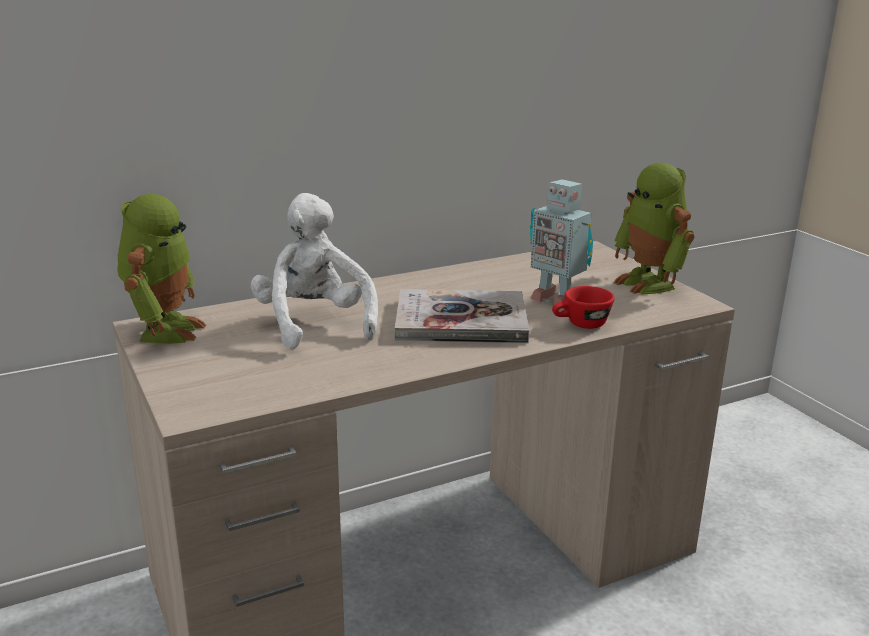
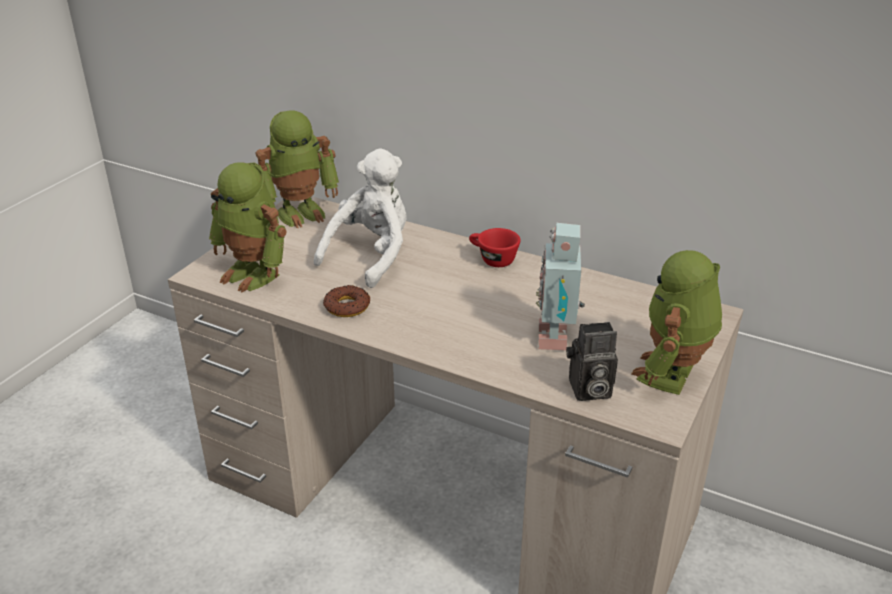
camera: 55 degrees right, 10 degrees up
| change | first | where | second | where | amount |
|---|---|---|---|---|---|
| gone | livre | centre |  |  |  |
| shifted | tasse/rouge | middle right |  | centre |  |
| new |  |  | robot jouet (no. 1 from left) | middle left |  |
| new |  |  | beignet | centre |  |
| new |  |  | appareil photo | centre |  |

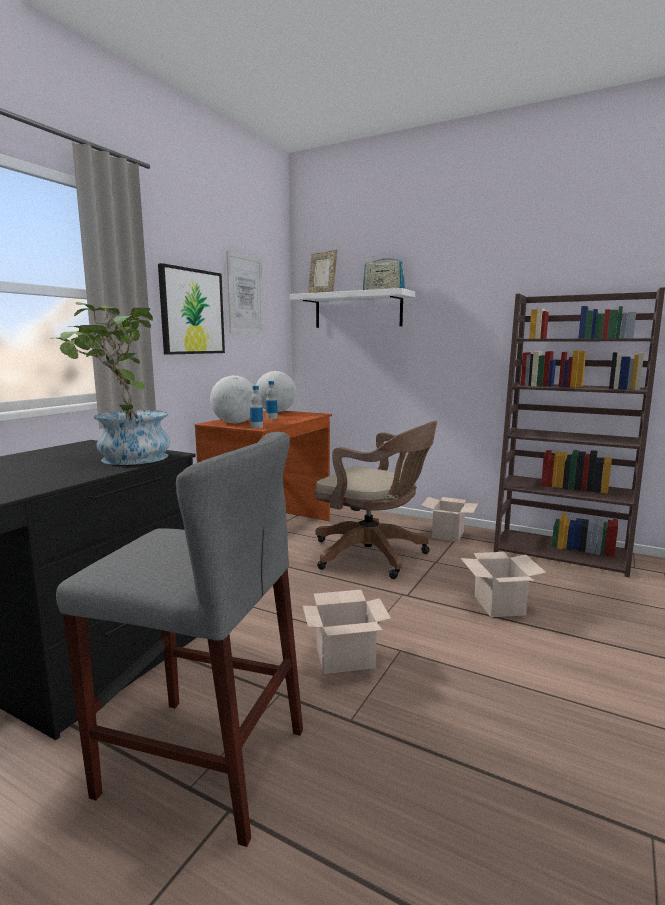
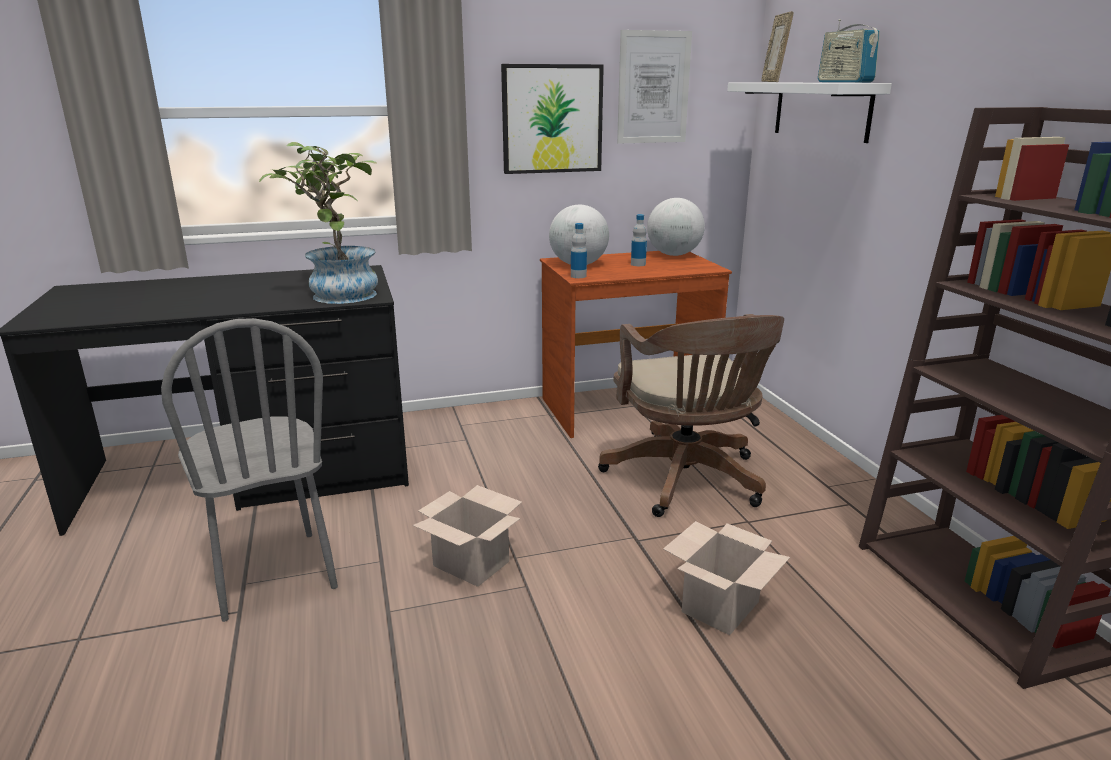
camera: 45 degrees right, 10 degrees up
| change | first | where | second | where | amount |
|---|---|---|---|---|---|
| swapped | tabouret/gris | bottom left | chaise/gris | middle left |  |
| gone | carton (no. 2 from left) | middle right |  |  |  |

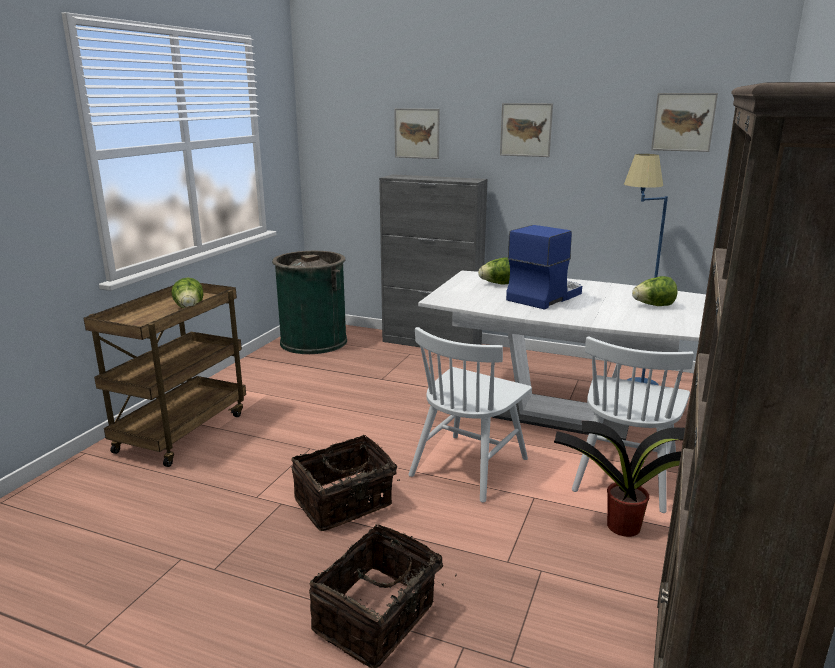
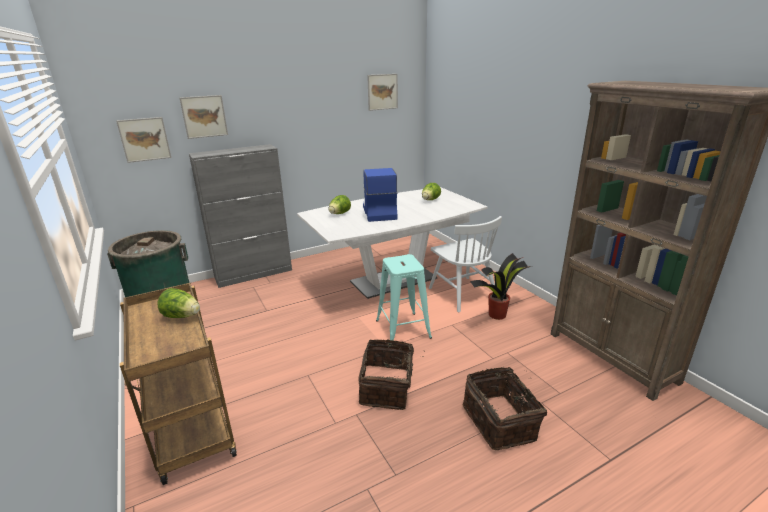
camera: 50 degrees left, 5 degrees up
| change | first | where | second | where | amount |
|---|---|---|---|---|---|
| swapped | chaise/blanc (no. 1 from left) | centre | tabouret/turquoise | centre |  |
| shifted | tableau (no. 2 from left in the first image) | top centre | tableau (no. 1 from left) | top left |  |
| gone | lampadaire/bleu | middle right |  |  |  |

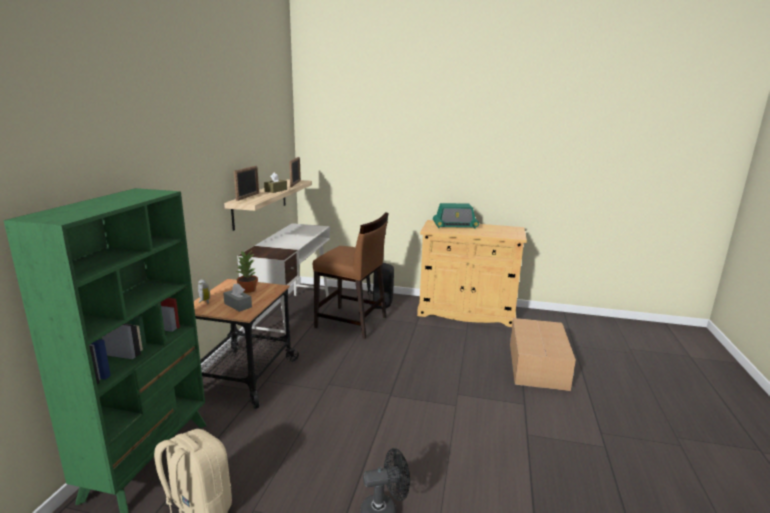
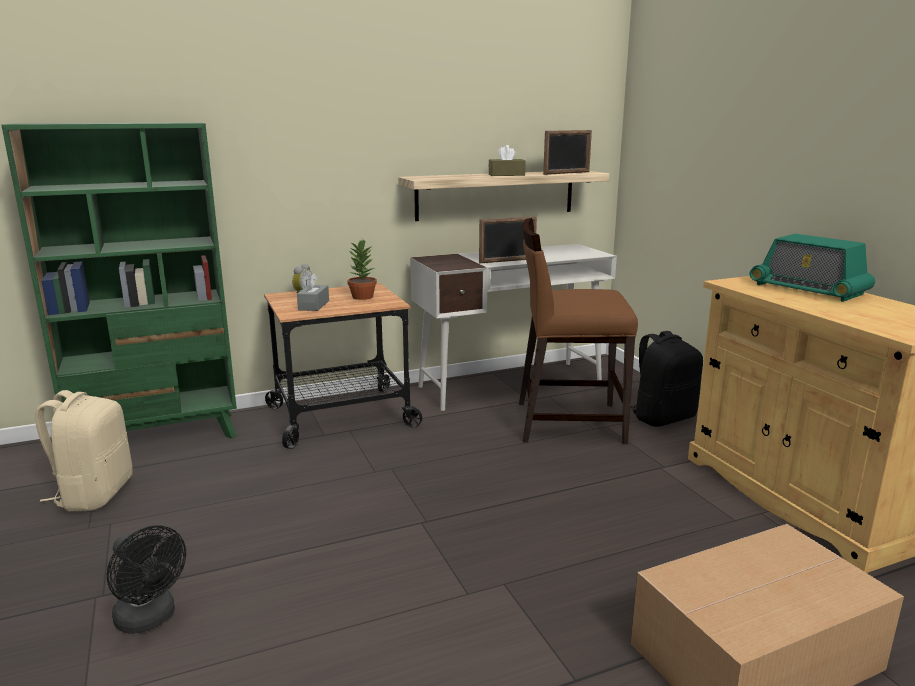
camera: 55 degrees right, 0 degrees up
| change | first | where | second | where | amount |
|---|---|---|---|---|---|
| shifted | cadre photo (no. 1 from left) | middle left |  | centre |  |
| rotated | chaise/marron | centre |  | centre | 105 degrees clockwise |

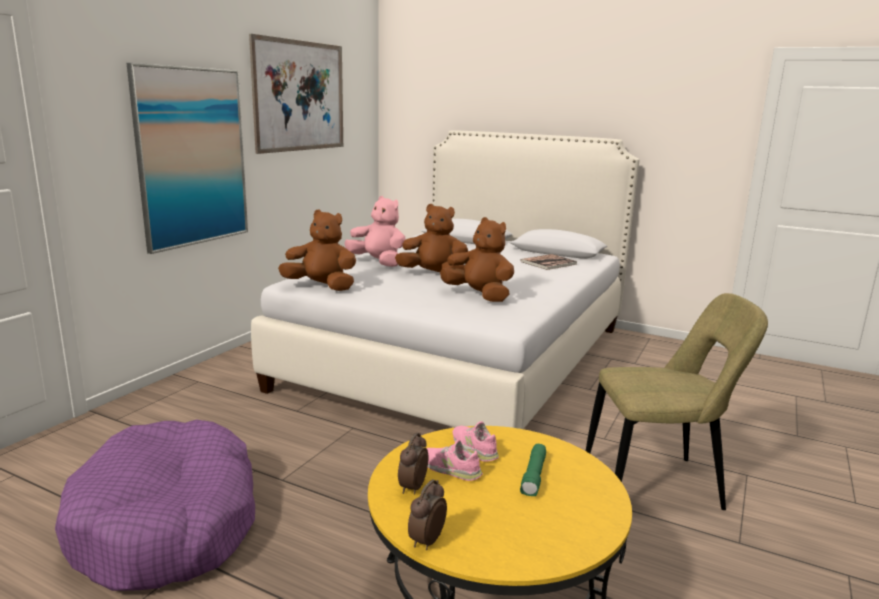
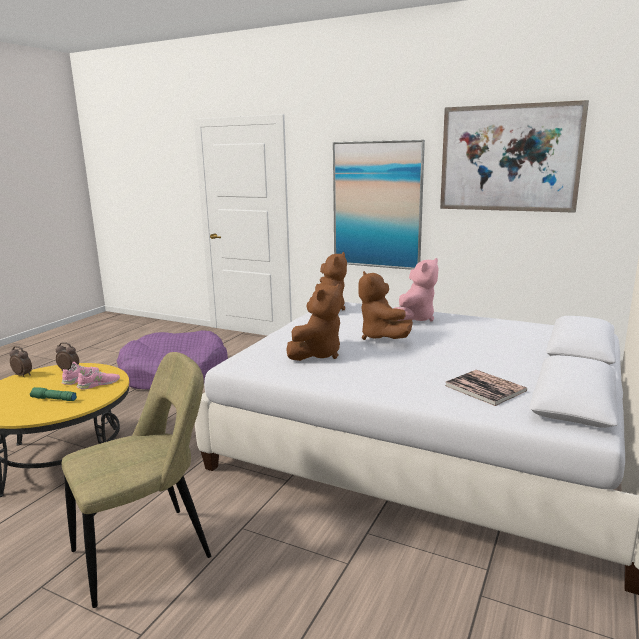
camera: 90 degrees right, 0 degrees up
| change | first | where | second | where | amount |
|---|---|---|---|---|---|
| rotated | peluche/marron (no. 2 from left in the first image) | centre | peluche/marron (no. 3 from left) | centre | 150 degrees clockwise |
| rotated | chaise/beige | bottom right |  | bottom left | 120 degrees counterclockwise |

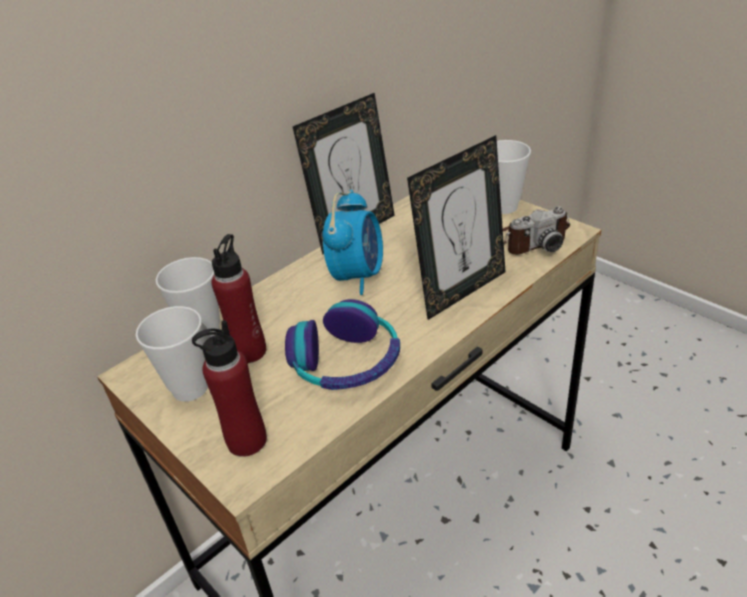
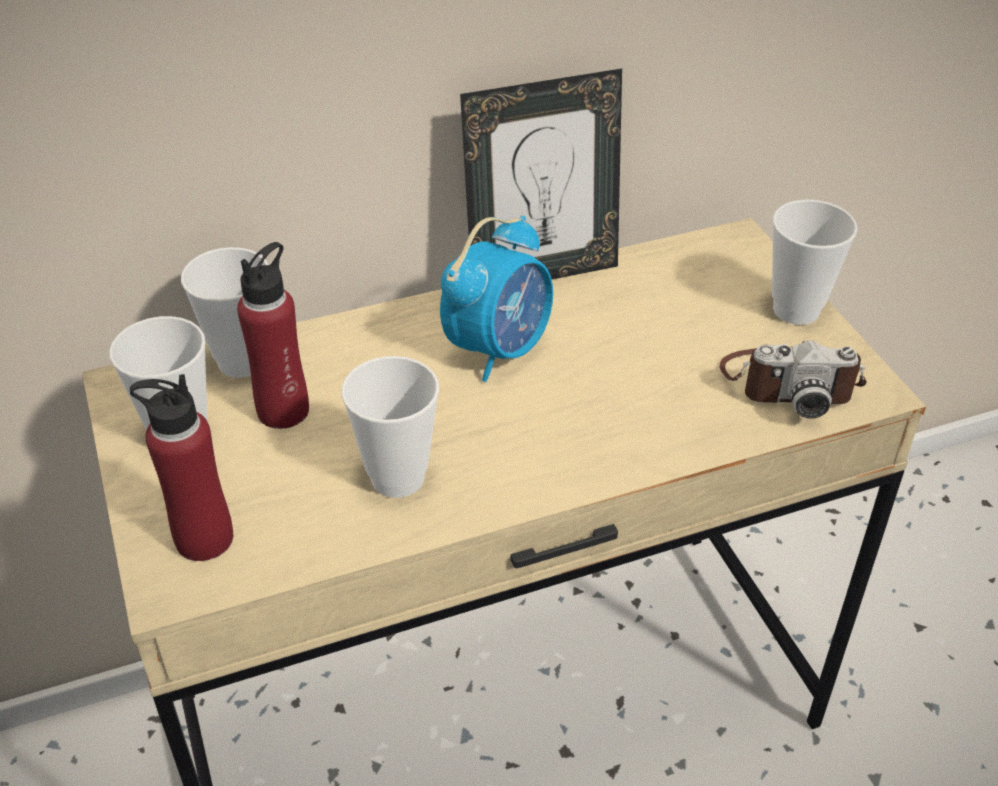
camera: 20 degrees right, 5 degrees up
| change | first | where | second | where | amount |
|---|---|---|---|---|---|
| swapped | casque audio | centre | tasse (no. 3 from left) | centre |  |
| gone | cadre photo (no. 2 from left) | centre |  |  |  |

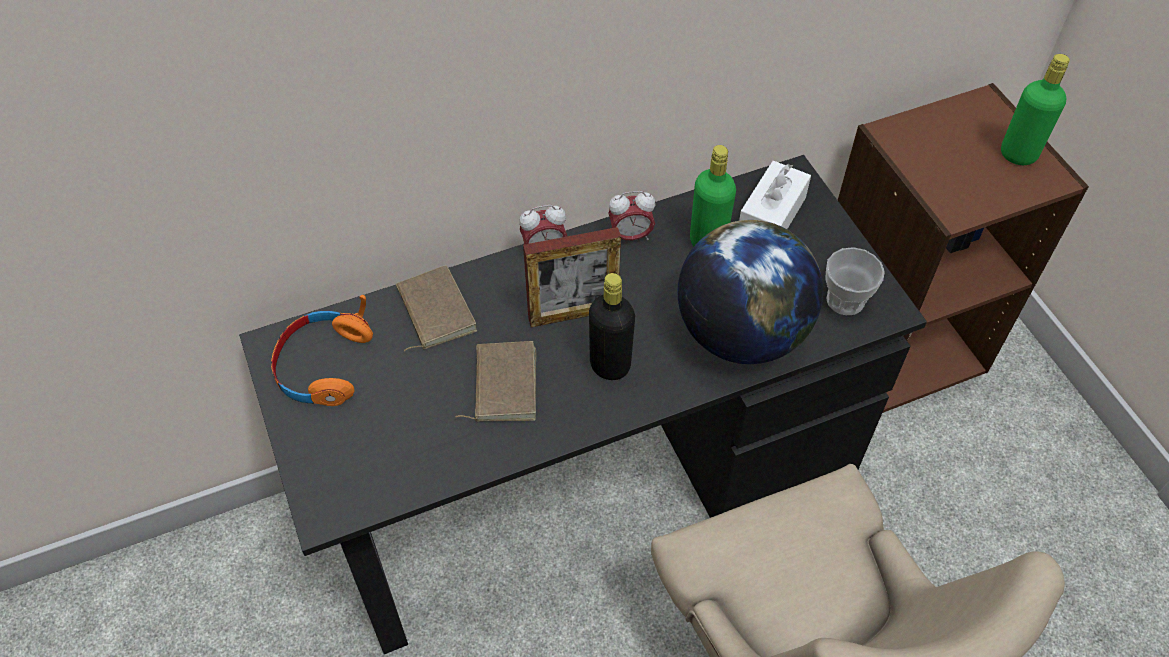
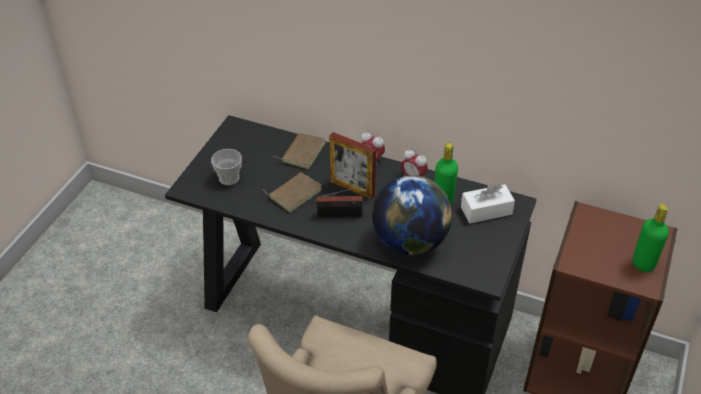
camera: 45 degrees right, 10 degrees down
| change | first | where | second | where | amount |
|---|---|---|---|---|---|
| gone | casque audio/orange | middle left |  |  |  |
| swapped | bouteille/noir | centre | radio | centre |  |
| shifted | tasse | middle right |  | middle left |  |

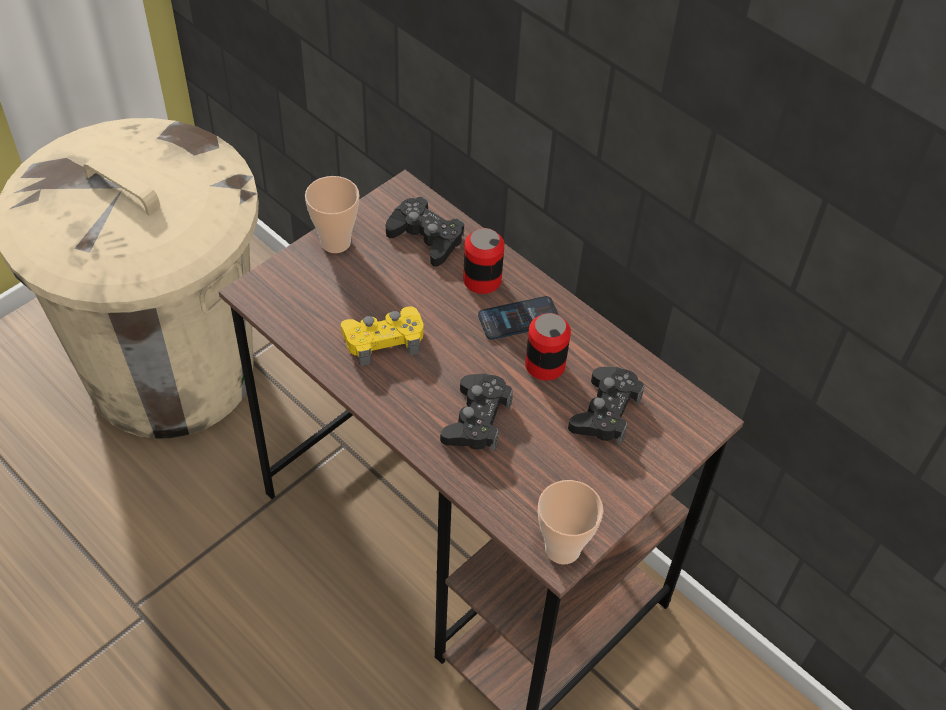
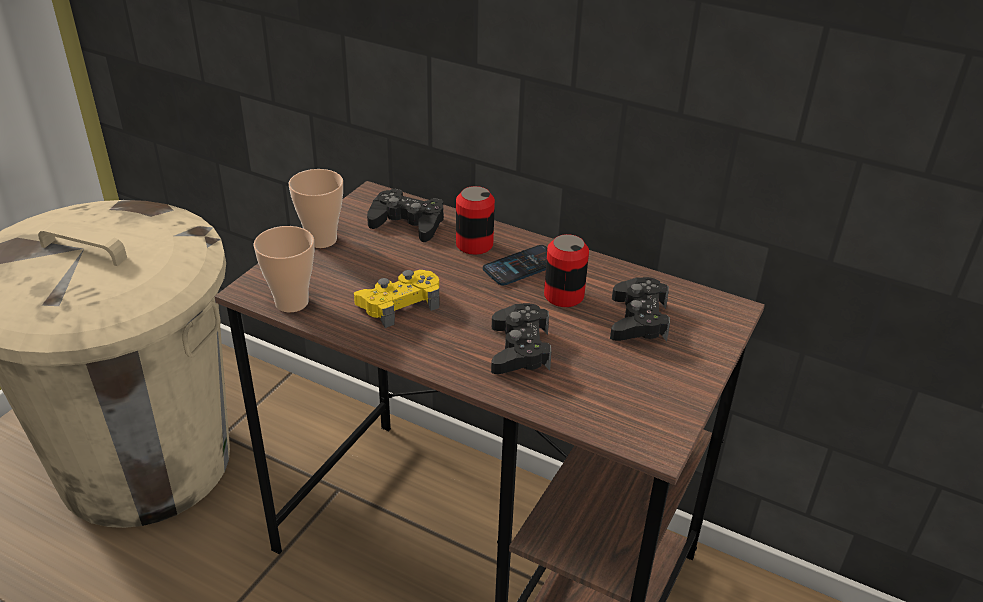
camera: 15 degrees left, 15 degrees down
| change | first | where | second | where | amount |
|---|---|---|---|---|---|
| shifted | tasse (no. 2 from left in the first image) | bottom centre | tasse (no. 1 from left) | middle left |  |

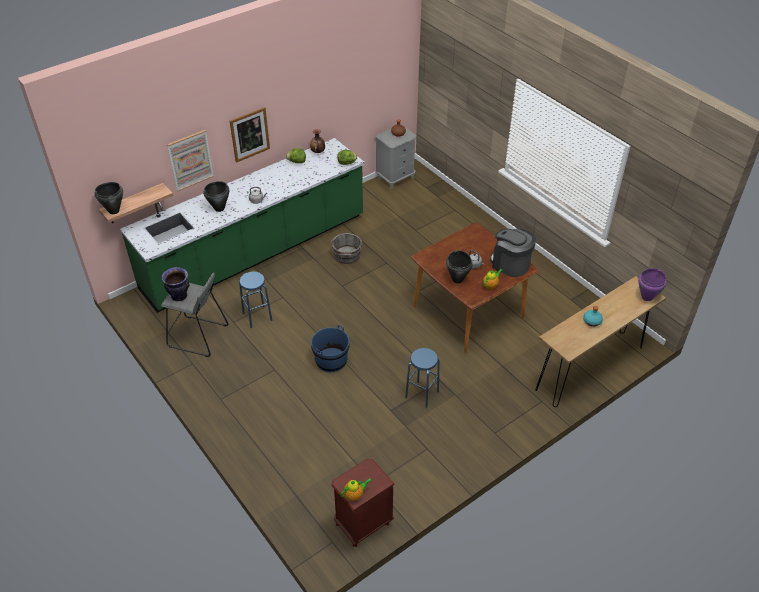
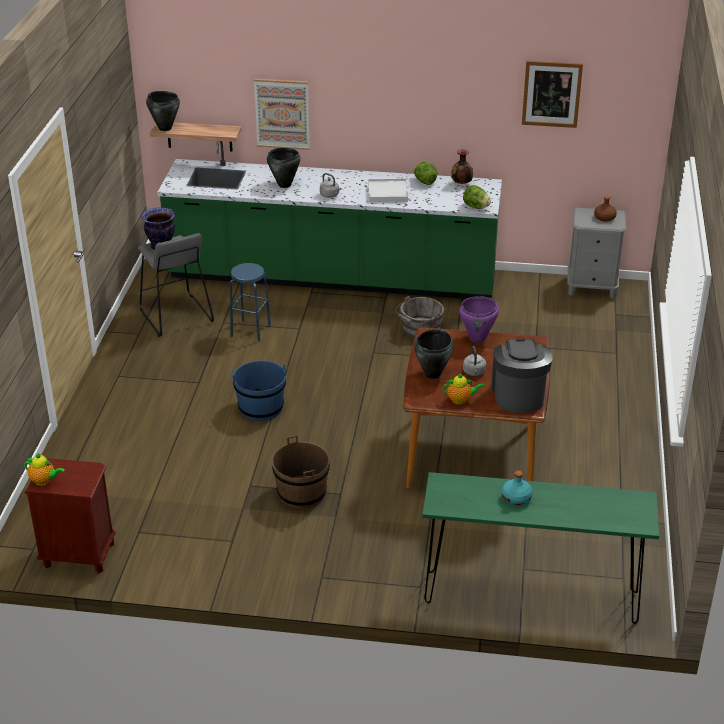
camera: 45 degrees right, 10 degrees down
| change | first | where | second | where | amount |
|---|---|---|---|---|---|
| shifted | tableau (no. 2 from left) | top left |  | top right |  |
| swapped | tabouret/bleu (no. 2 from left) | centre | seau/marron | centre |  |
| repainted | table console/marron | middle right | table console/vert | bottom right |  |
| shifted | marmite/violet | middle right |  | centre |  |
| new |  |  | plateau/blanc | top centre |  |

